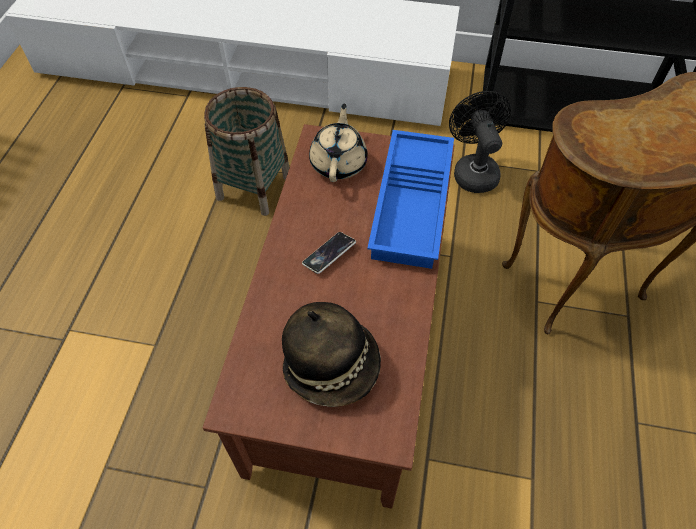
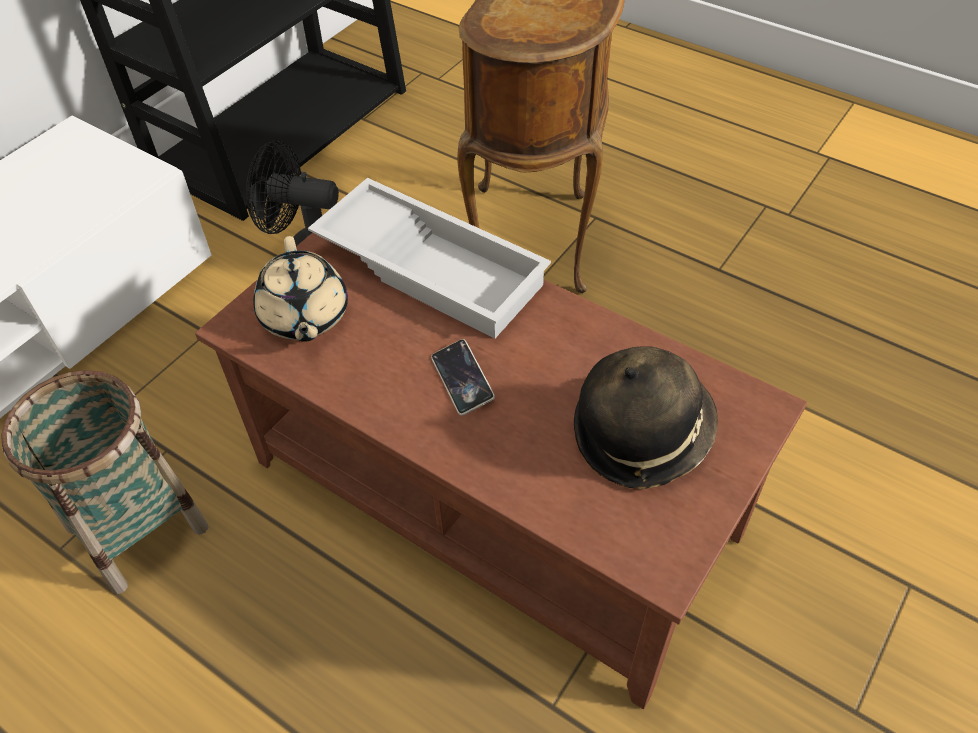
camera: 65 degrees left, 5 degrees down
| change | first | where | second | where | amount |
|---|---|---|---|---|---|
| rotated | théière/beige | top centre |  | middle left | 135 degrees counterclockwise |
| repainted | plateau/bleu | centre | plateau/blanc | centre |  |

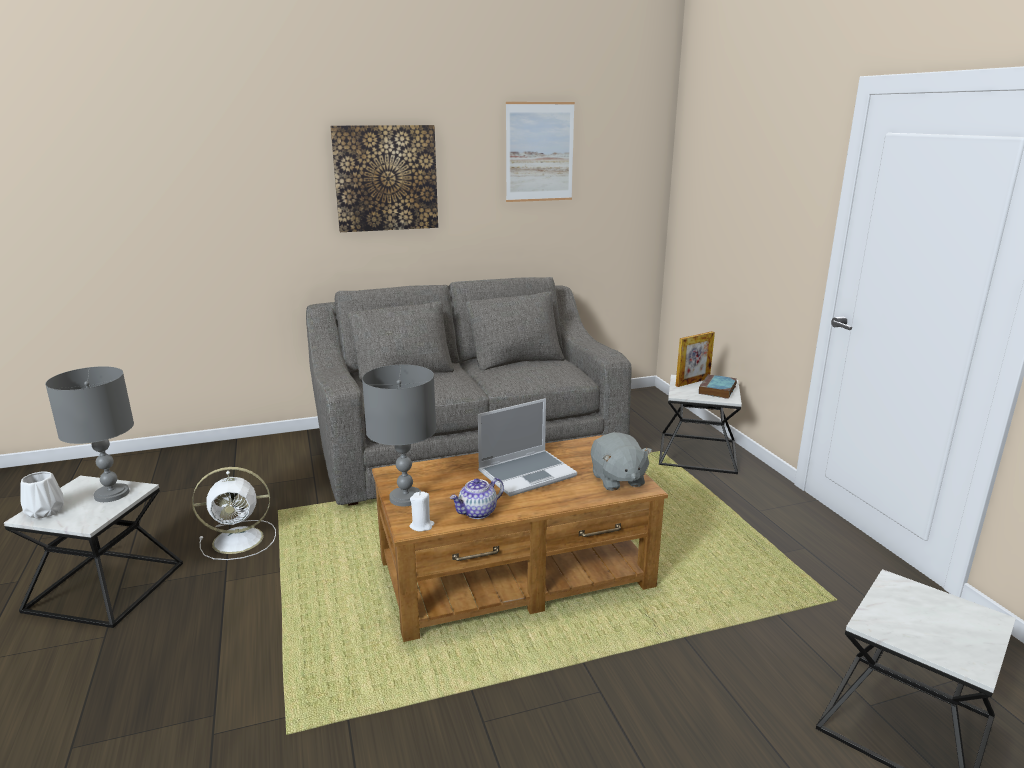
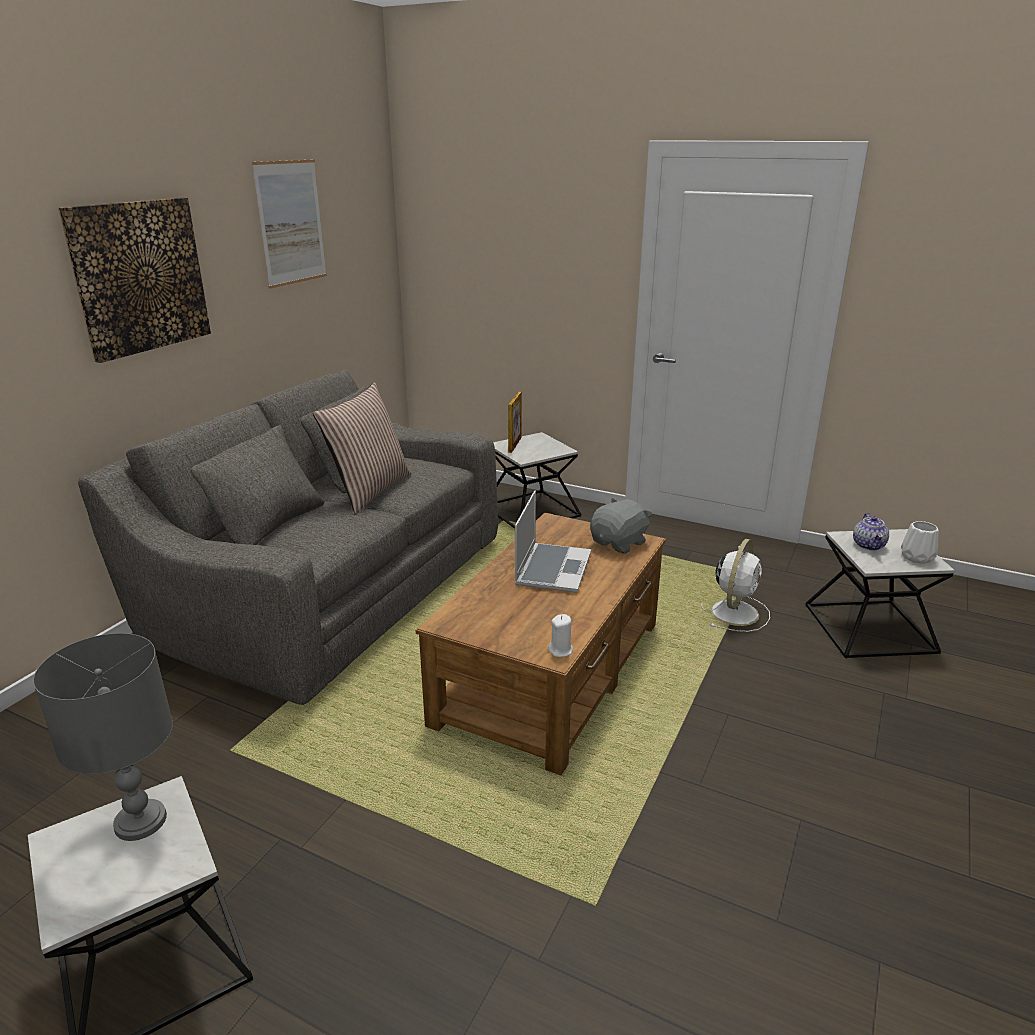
camera: 45 degrees left, 5 degrees up
| change | first | where | second | where | amount |
|---|---|---|---|---|---|
| shifted | vase/blanc | middle left |  | middle right |  |
| shifted | ventilateur/blanc | bottom left |  | middle right |  |
| gone | lampe de table/gris (no. 2 from left) | centre |  |  |  |
| shifted | théière | centre |  | middle right |  |
| rotated | peluche/gris | centre |  | centre | 75 degrees counterclockwise |
| gone | livre | middle right |  |  |  |
| new |  |  | coussin | centre |  |

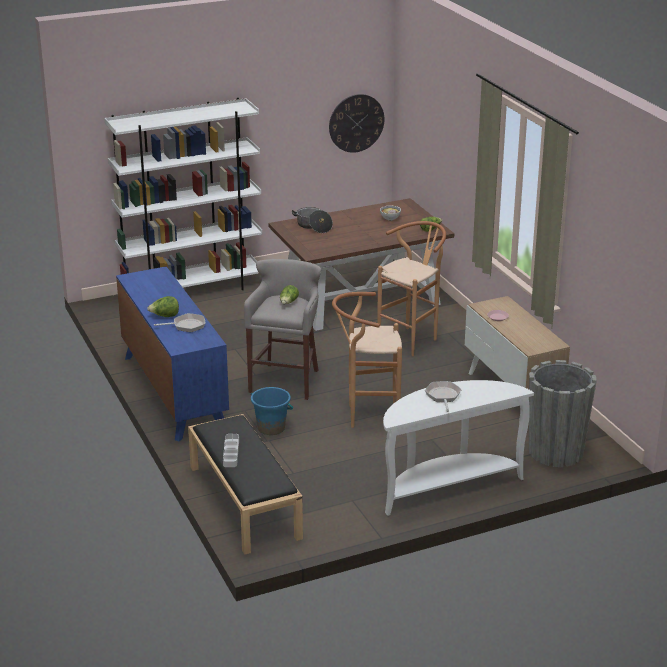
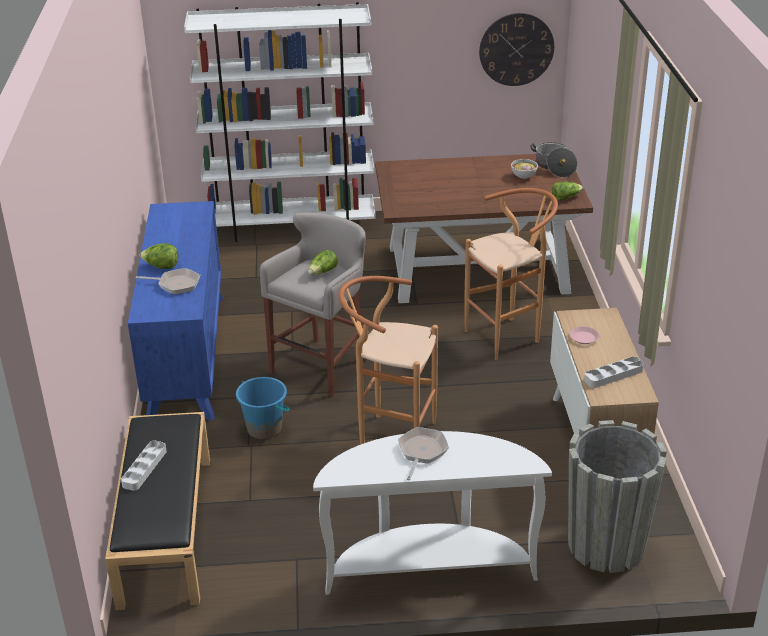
camera: 20 degrees right, 5 degrees up
| change | first | where | second | where | amount |
|---|---|---|---|---|---|
| shifted | marmite | top centre |  | top right |  |
| new |  |  | plateau/gris (no. 2 from left) | middle right |  |

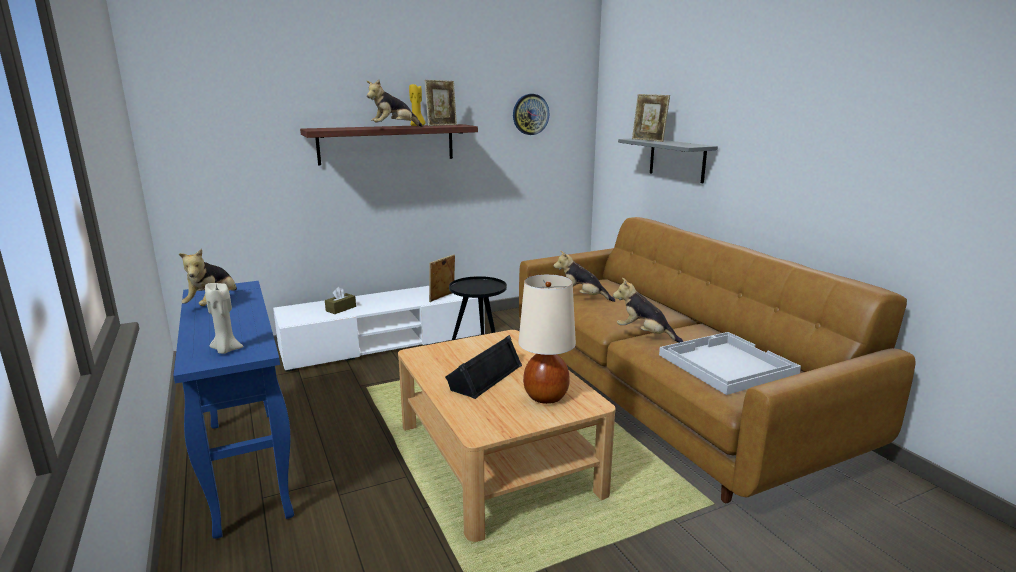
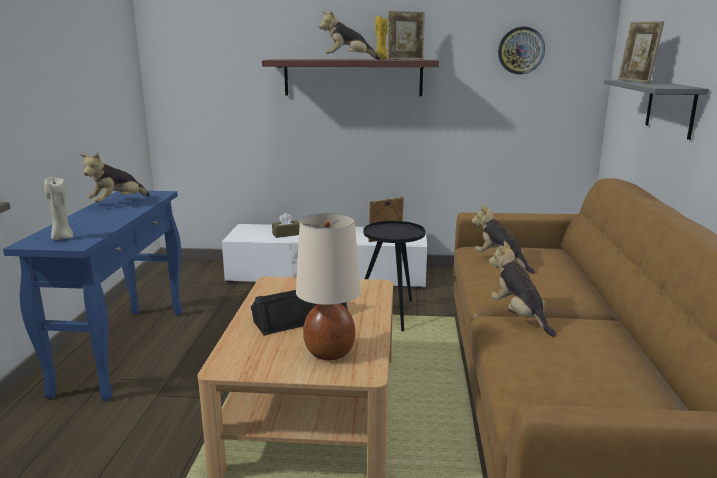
camera: 30 degrees right, 0 degrees up
| change | first | where | second | where | amount |
|---|---|---|---|---|---|
| gone | plateau/blanc | middle right |  |  |  |

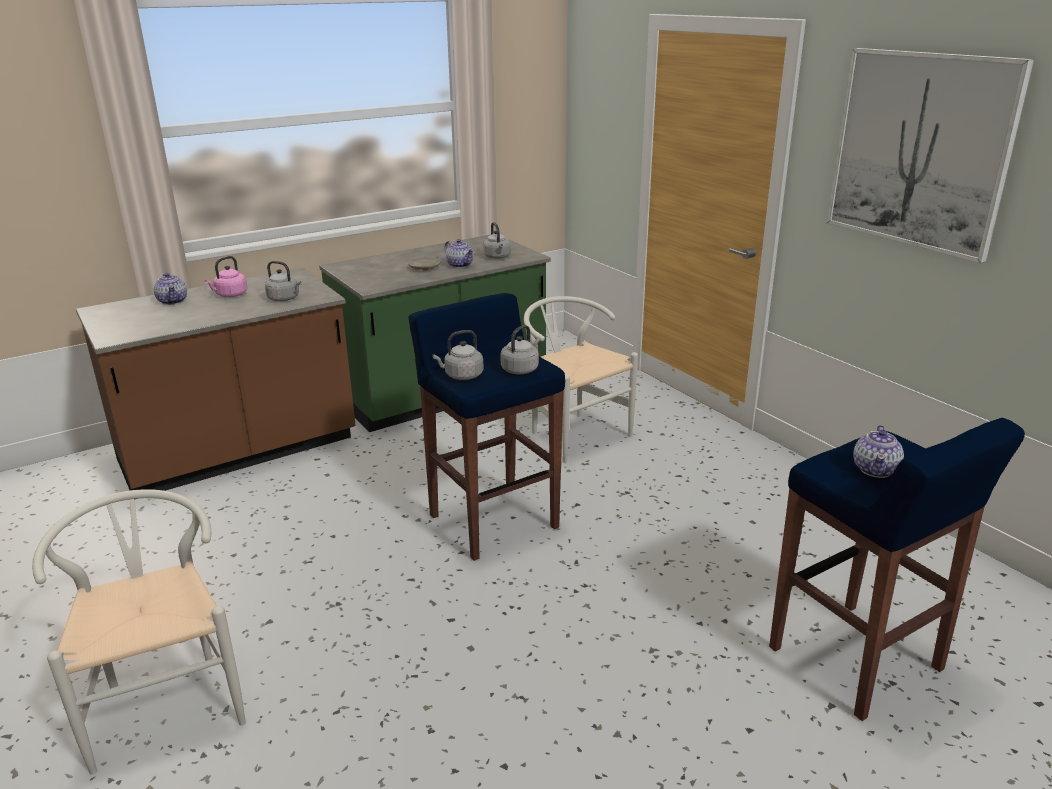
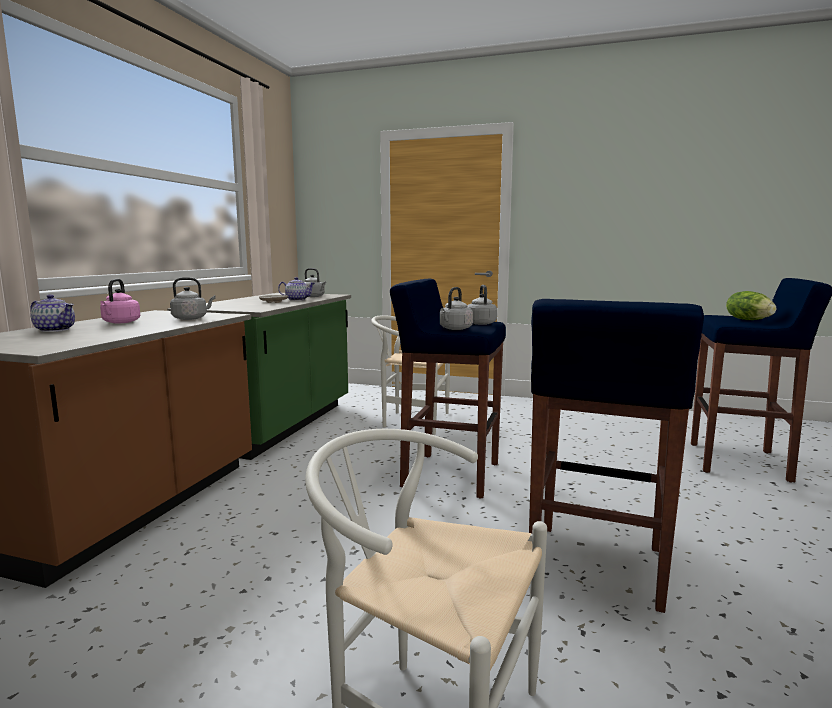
camera: 40 degrees left, 15 degrees down
| change | first | where | second | where | amount |
|---|---|---|---|---|---|
| gone | tableau | top right |  |  |  |
| swapped | théière (no. 3 from left) | middle right | laitue | middle right |  |
| new |  |  | tabouret/bleu (no. 2 from left) | middle right |  |

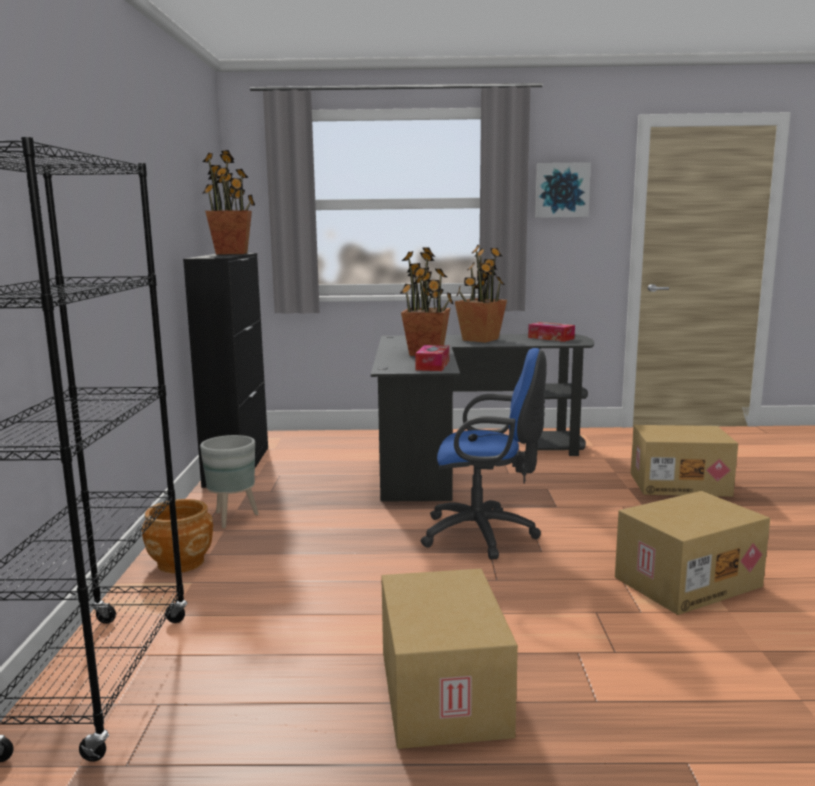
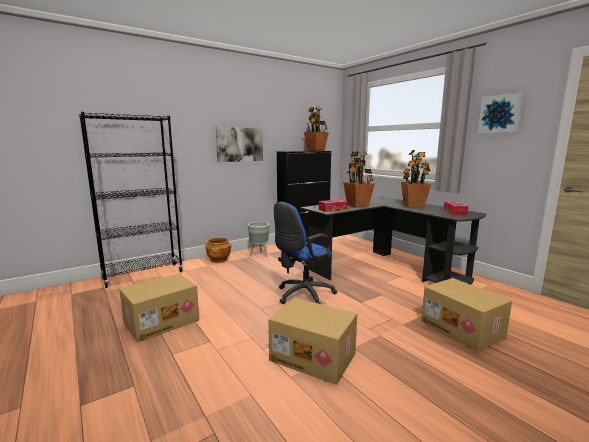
camera: 55 degrees right, 0 degrees up
| change | first | where | second | where | amount |
|---|---|---|---|---|---|
| rotated | chaise de bureau/bleu | centre |  | centre | 75 degrees clockwise |
| new |  |  | tableau (no. 1 from left) | top centre |  |

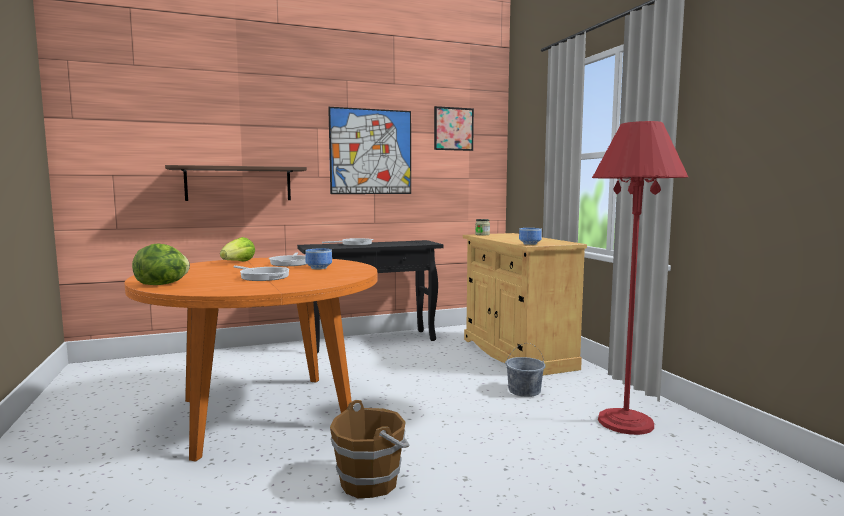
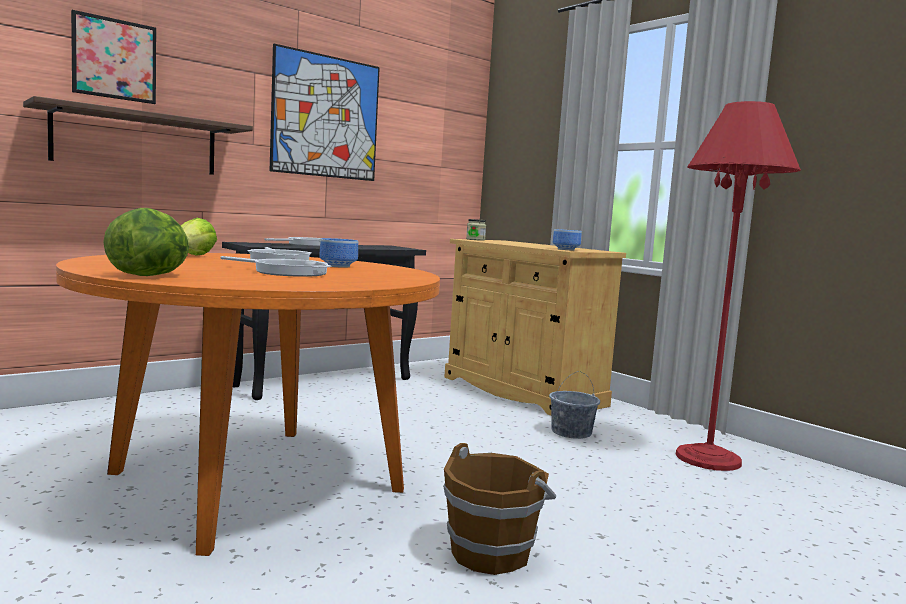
camera: 20 degrees left, 0 degrees up
| change | first | where | second | where | amount |
|---|---|---|---|---|---|
| shifted | tableau (no. 2 from left in the first image) | top centre | tableau (no. 1 from left) | top left |  |

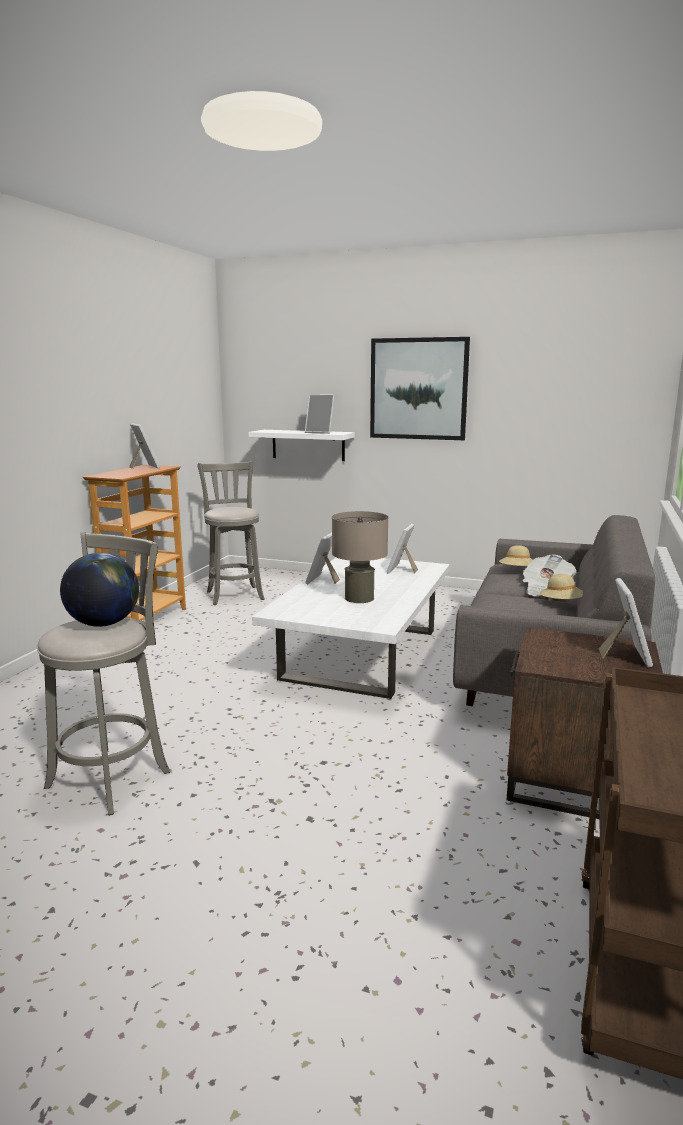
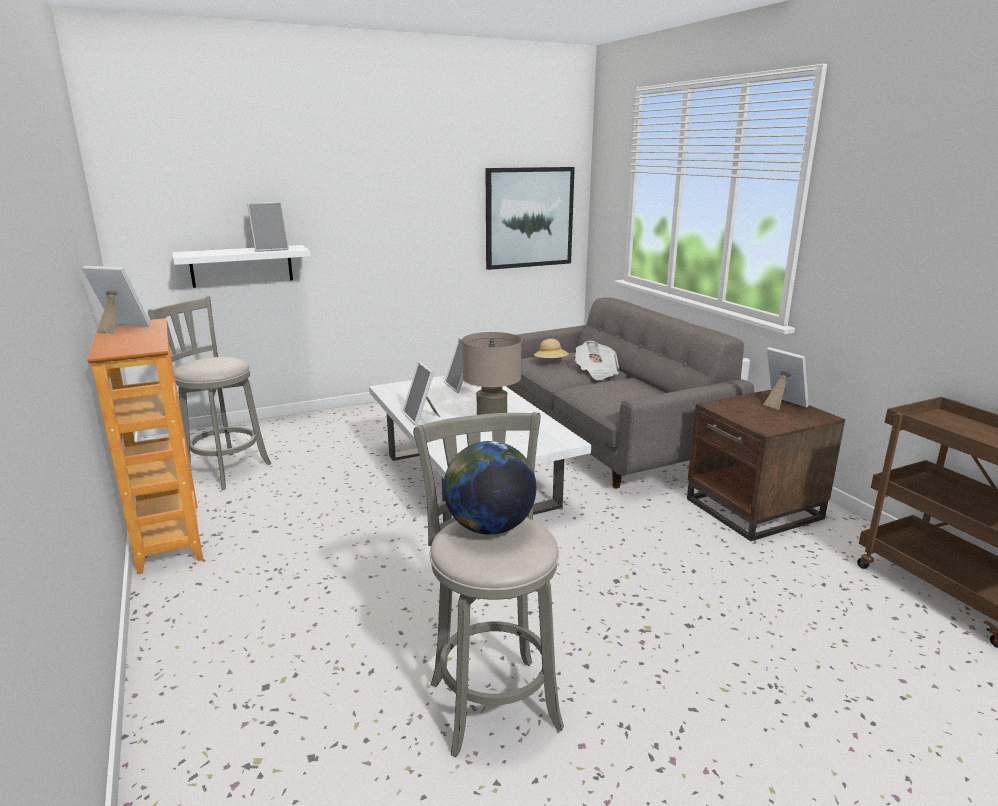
camera: 45 degrees left, 5 degrees up
| change | first | where | second | where | amount |
|---|---|---|---|---|---|
| shifted | tableau | centre |  | top centre |  |
| gone | chapeau/beige (no. 2 from left) | middle right |  |  |  |

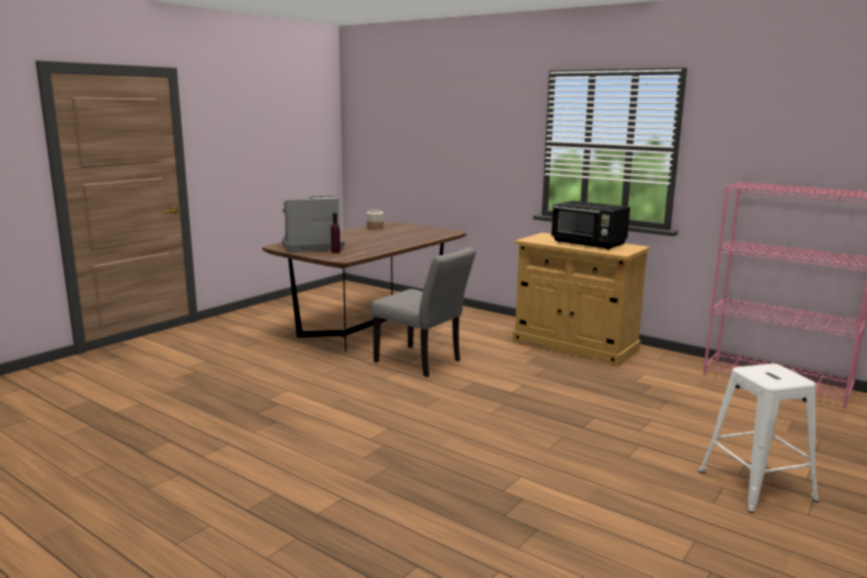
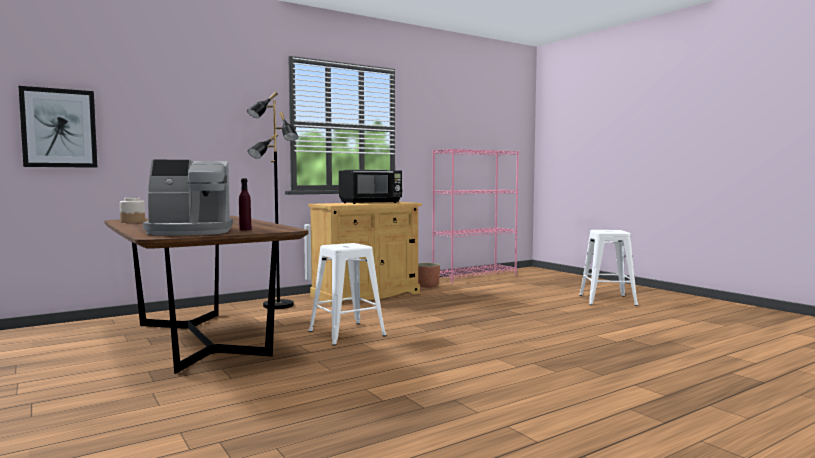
camera: 70 degrees left, 10 degrees down
| change | first | where | second | where | amount |
|---|---|---|---|---|---|
| rotated | machine à café | centre |  | middle left | 105 degrees counterclockwise |
| swapped | chaise/gris | centre | tabouret/blanc (no. 1 from left) | centre |  |
| new |  |  | tableau | top left |  |
| new |  |  | lampadaire/noir | centre |  |
| new |  |  | cache-pot | centre |  |

